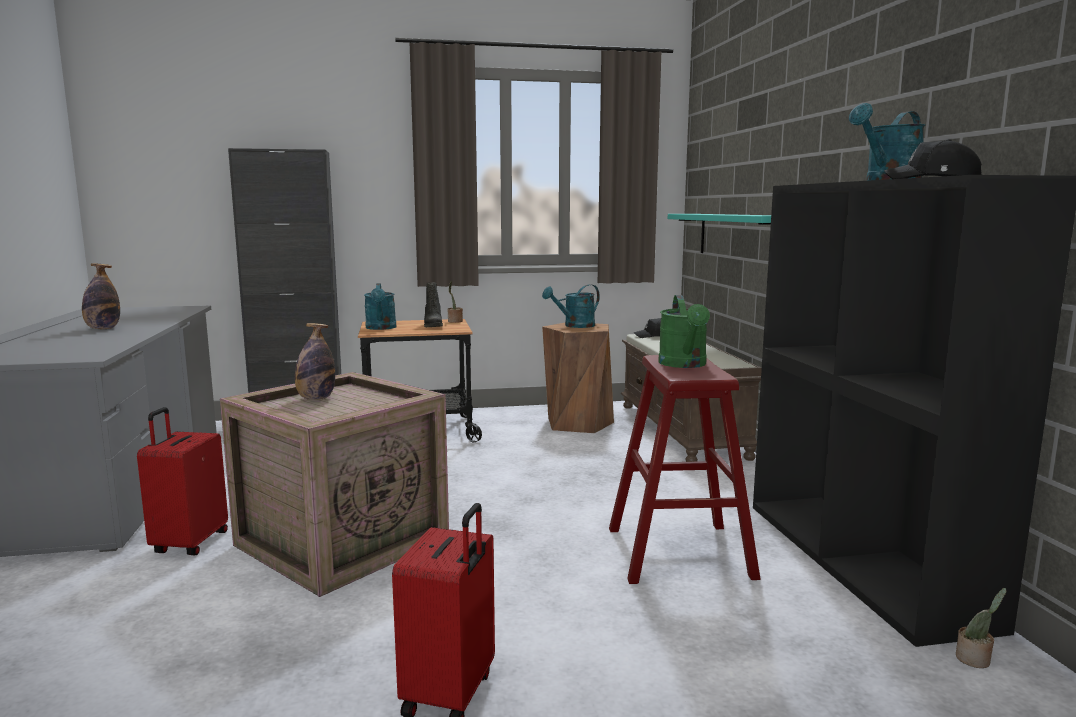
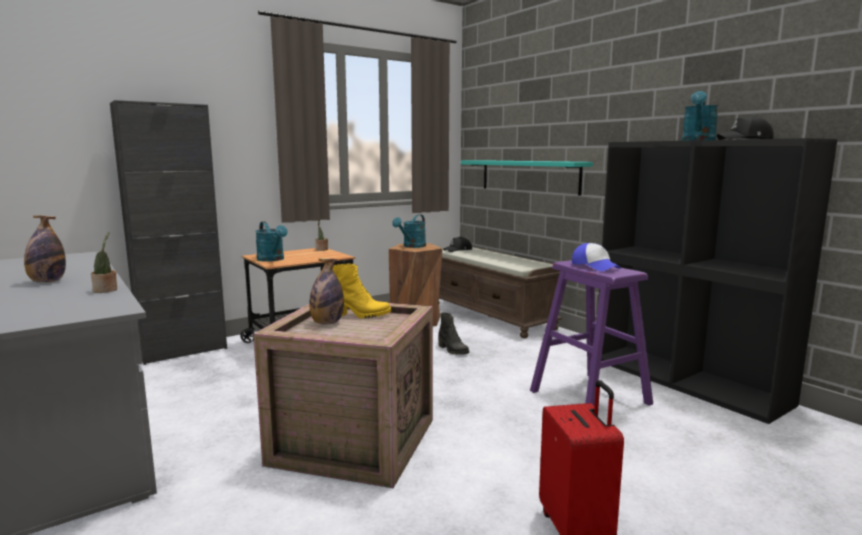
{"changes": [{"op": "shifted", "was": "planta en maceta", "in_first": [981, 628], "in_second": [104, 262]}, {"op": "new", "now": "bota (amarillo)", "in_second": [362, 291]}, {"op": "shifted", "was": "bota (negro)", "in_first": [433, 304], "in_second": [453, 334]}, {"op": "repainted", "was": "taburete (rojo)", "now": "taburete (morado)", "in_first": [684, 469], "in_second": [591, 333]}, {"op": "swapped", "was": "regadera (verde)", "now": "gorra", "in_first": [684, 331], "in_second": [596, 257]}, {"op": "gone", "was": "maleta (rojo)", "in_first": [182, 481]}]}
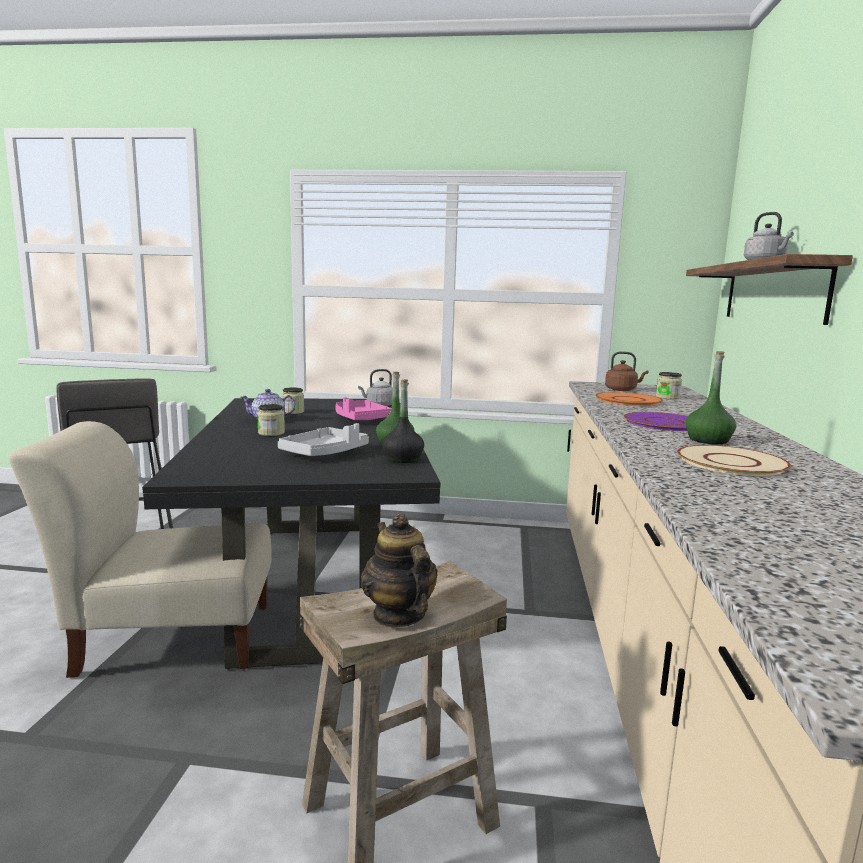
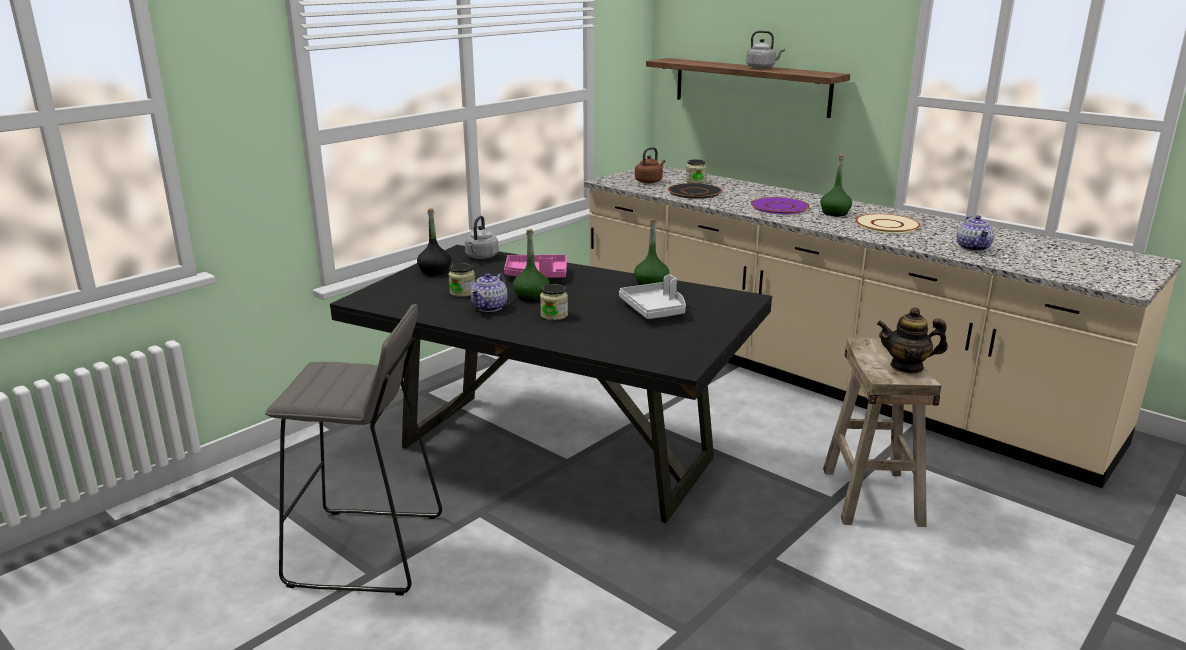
{"changes": [{"op": "shifted", "was": "botella (negro)", "in_first": [403, 421], "in_second": [434, 242]}, {"op": "new", "now": "botella (verde)", "in_second": [531, 265]}, {"op": "repainted", "was": "plato (naranja)", "now": "plato (negro)", "in_first": [629, 399], "in_second": [695, 191]}, {"op": "new", "now": "tetera", "in_second": [975, 233]}, {"op": "gone", "was": "silla (beis)", "in_first": [140, 549]}]}
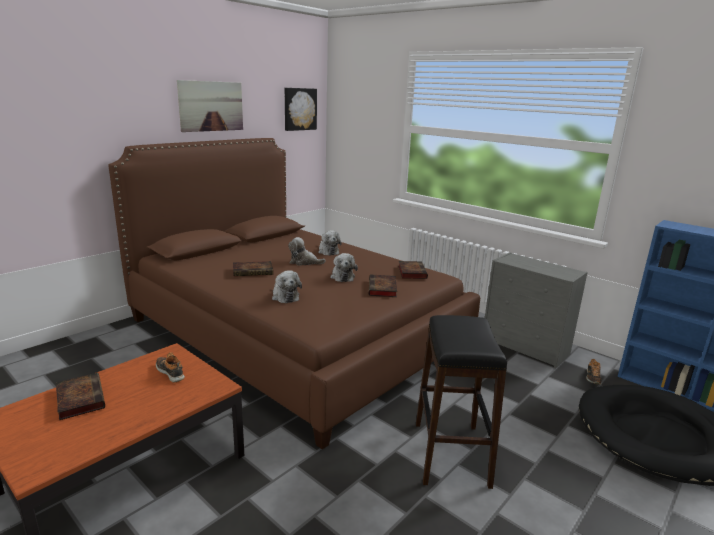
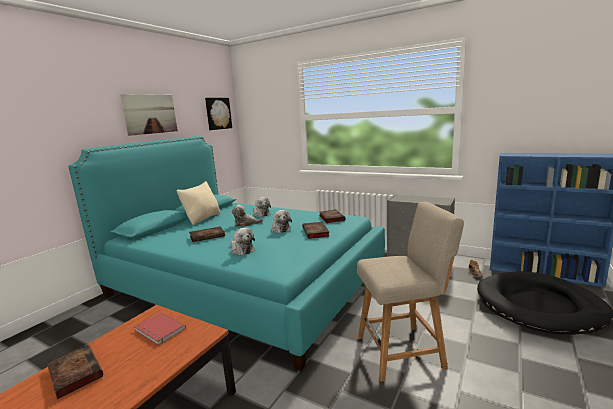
{"changes": [{"op": "repainted", "was": "cama (marrón)", "now": "cama (turquesa)", "in_first": [294, 294], "in_second": [226, 253]}, {"op": "swapped", "was": "zapato", "now": "libro (rojo)", "in_first": [170, 367], "in_second": [160, 328]}, {"op": "new", "now": "cojín (beis)", "in_second": [199, 203]}, {"op": "swapped", "was": "taburete (negro)", "now": "silla (beis)", "in_first": [461, 402], "in_second": [410, 292]}]}
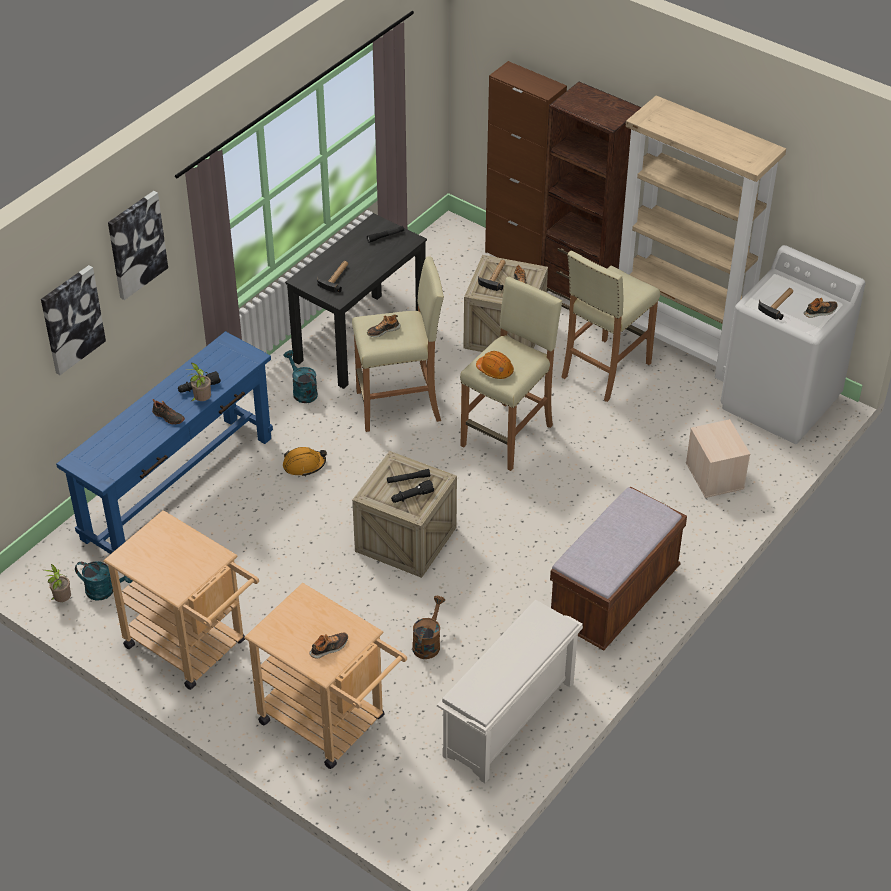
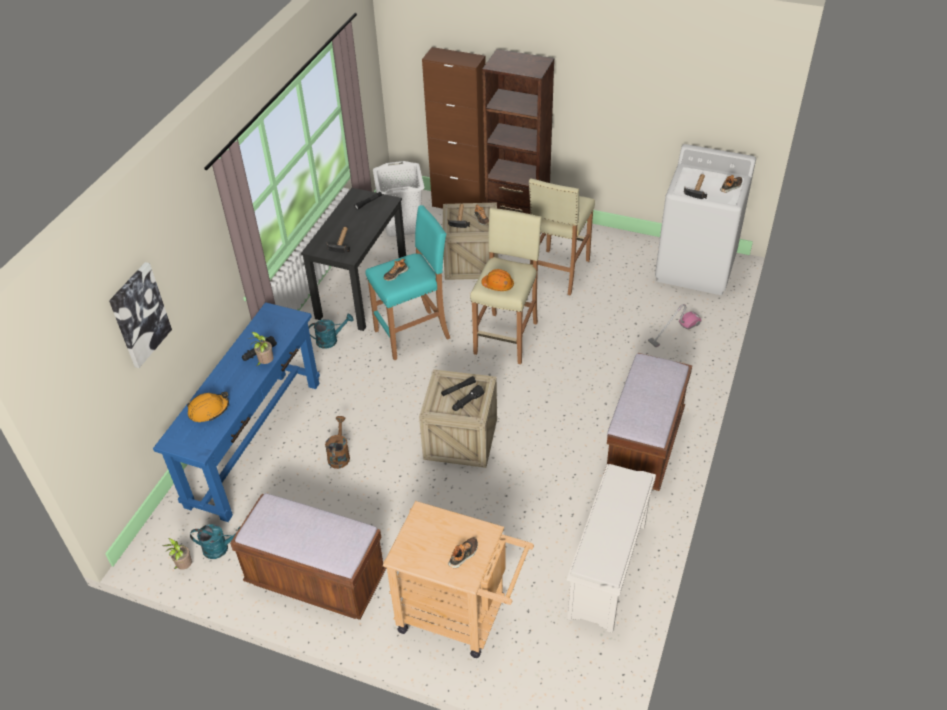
{"changes": [{"op": "shifted", "was": "casco (naranja)", "in_first": [305, 461], "in_second": [208, 407]}, {"op": "swapped", "was": "carrito (beis)", "now": "banco (marrón)", "in_first": [181, 600], "in_second": [308, 556]}, {"op": "rotated", "was": "regadera (turquesa)", "in_first": [300, 376], "in_second": [331, 331], "clockwise": 120}, {"op": "shifted", "was": "regadera (marrón)", "in_first": [428, 627], "in_second": [337, 442]}, {"op": "repainted", "was": "taburete (beis)", "now": "taburete (turquesa)", "in_first": [398, 344], "in_second": [408, 282]}, {"op": "new", "now": "cesto de la ropa (blanco)", "in_second": [398, 199]}, {"op": "swapped", "was": "caja de almacenaje (beis)", "now": "aspiradora", "in_first": [718, 458], "in_second": [675, 325]}, {"op": "gone", "was": "cuadro", "in_first": [138, 245]}, {"op": "gone", "was": "zapato (negro)", "in_first": [168, 412]}, {"op": "gone", "was": "estantería (beis)", "in_first": [702, 238]}]}
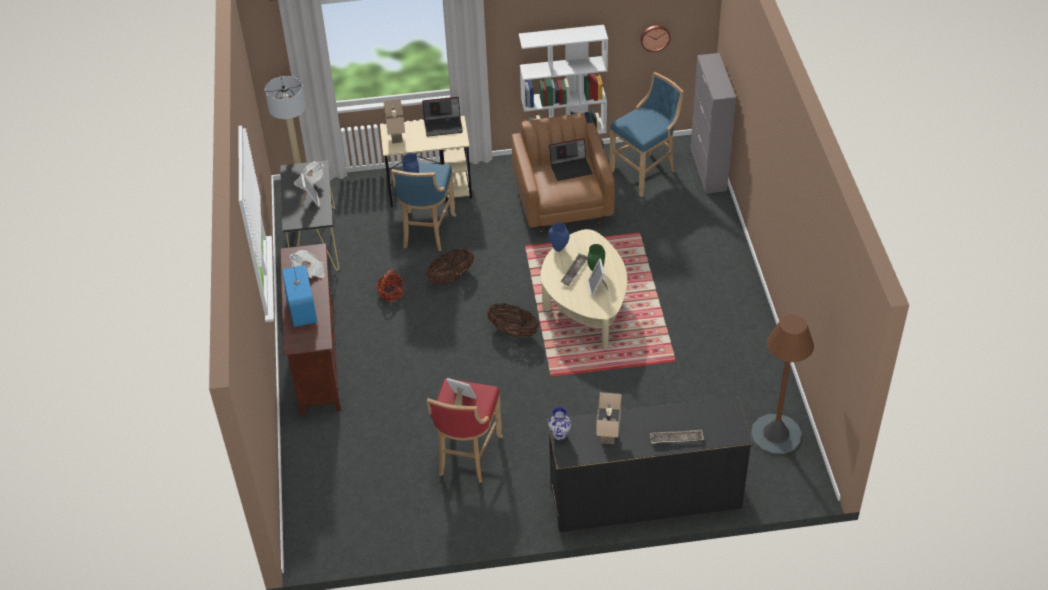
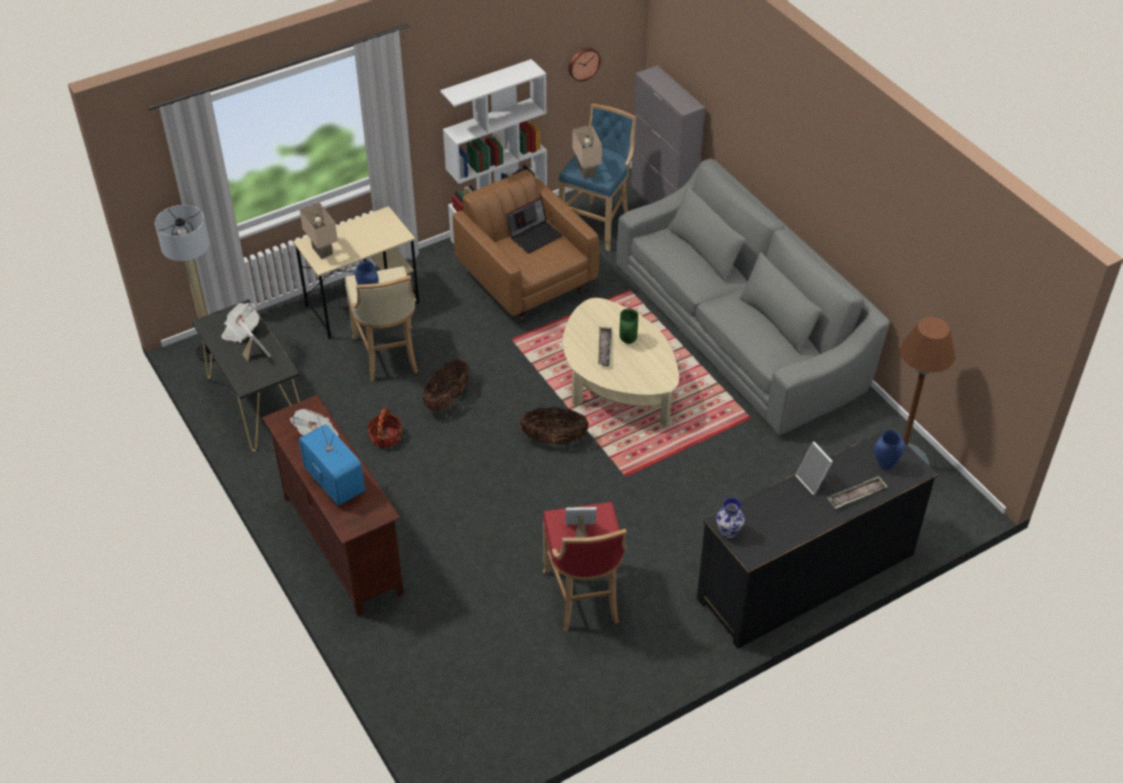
{"changes": [{"op": "repainted", "was": "taburete (azul)", "now": "taburete (beis)", "in_first": [423, 207], "in_second": [381, 323]}, {"op": "shifted", "was": "lámpara de mesa (beis)", "in_first": [609, 418], "in_second": [587, 151]}, {"op": "new", "now": "sofá (gris)", "in_second": [753, 297]}, {"op": "shifted", "was": "portarretratos", "in_first": [598, 278], "in_second": [814, 468]}, {"op": "shifted", "was": "florero (azul)", "in_first": [559, 237], "in_second": [889, 450]}, {"op": "gone", "was": "portátil", "in_first": [442, 117]}]}
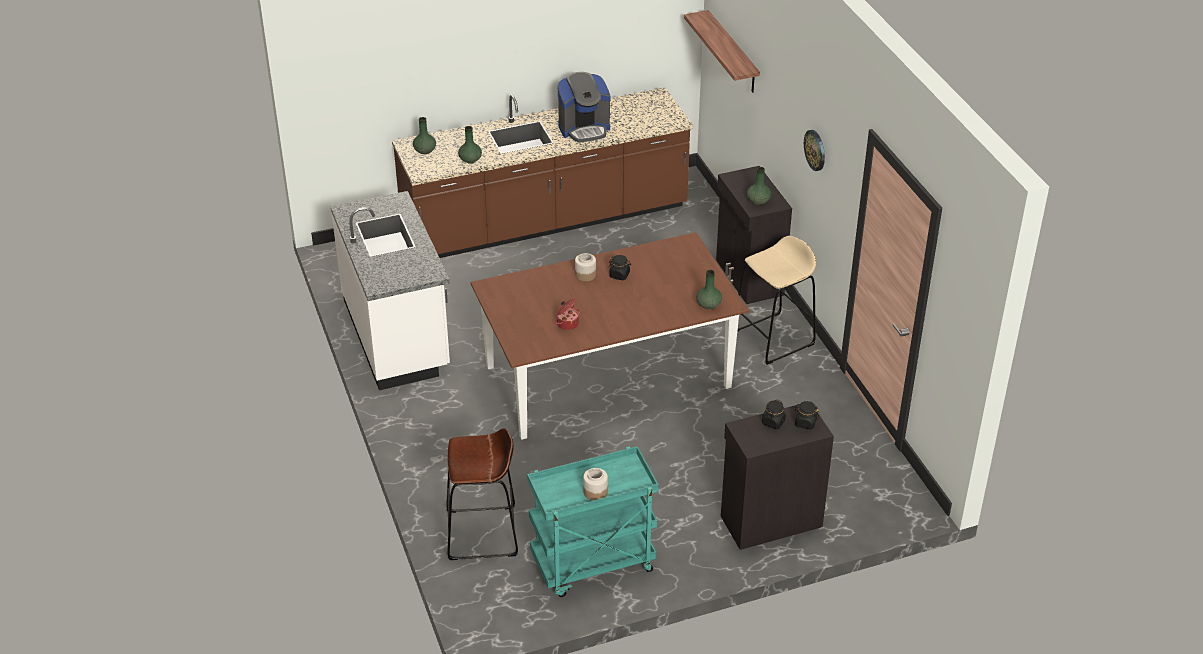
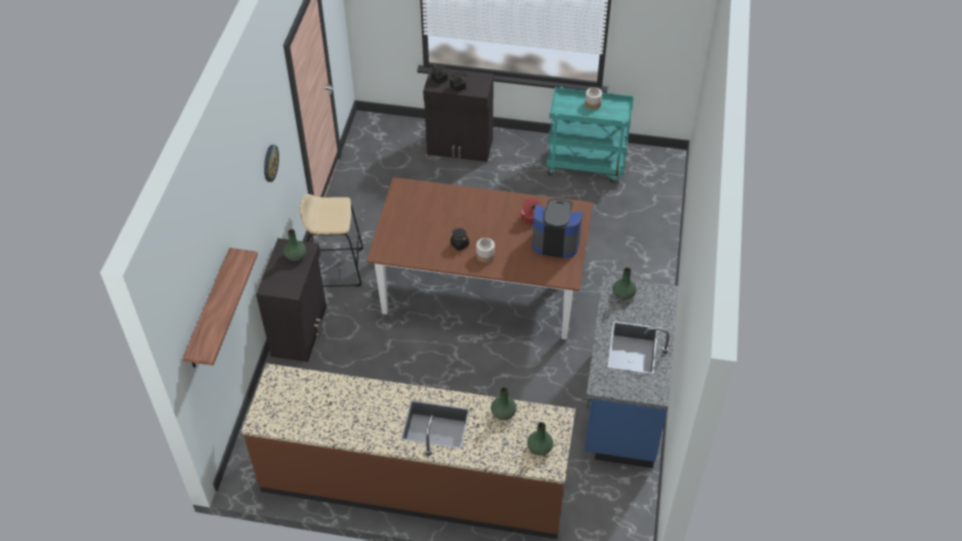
{"changes": [{"op": "shifted", "was": "cafetera", "in_first": [584, 107], "in_second": [557, 228]}, {"op": "repainted", "was": "mueble bajo de cocina (blanco)", "now": "mueble bajo de cocina (azul)", "in_first": [390, 290], "in_second": [631, 372]}, {"op": "shifted", "was": "florero (verde)", "in_first": [709, 289], "in_second": [624, 283]}, {"op": "gone", "was": "taburete (marrón)", "in_first": [482, 494]}]}
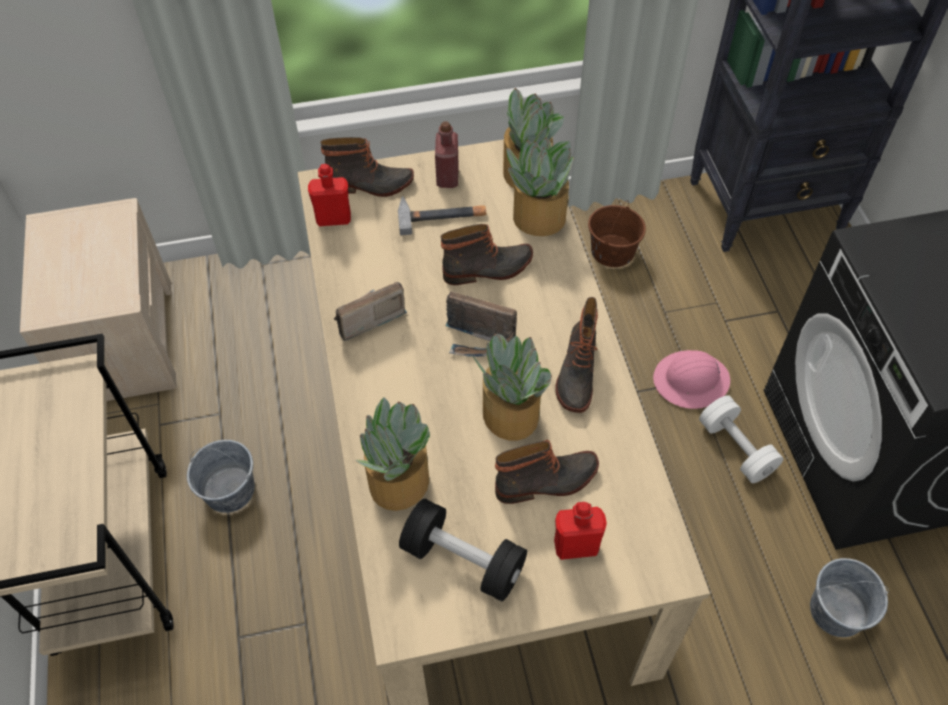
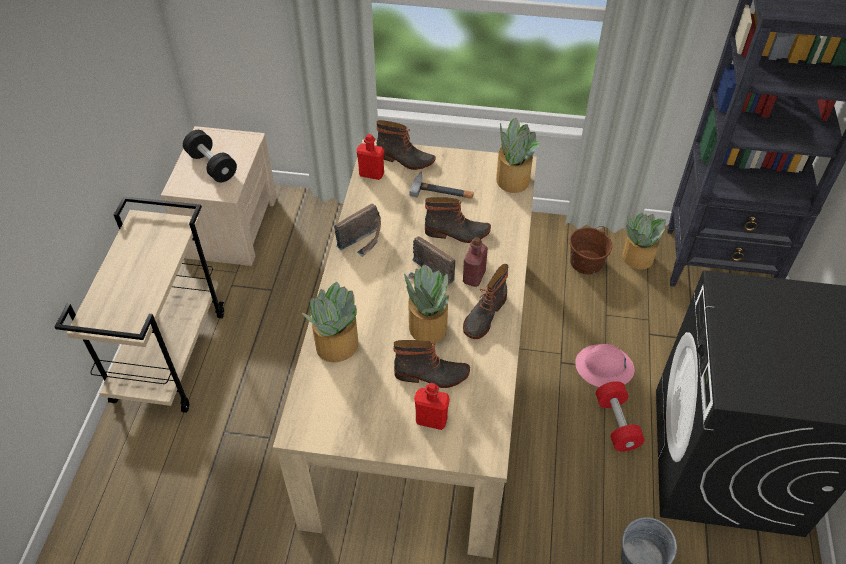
{"changes": [{"op": "shifted", "was": "mancuerna (negro)", "in_first": [463, 550], "in_second": [210, 156]}, {"op": "rotated", "was": "radio", "in_first": [370, 311], "in_second": [357, 230], "clockwise": 150}, {"op": "shifted", "was": "botella (rojo)", "in_first": [447, 155], "in_second": [475, 262]}, {"op": "repainted", "was": "mancuerna (blanco)", "now": "mancuerna (rojo)", "in_first": [741, 439], "in_second": [620, 416]}, {"op": "shifted", "was": "planta en maceta", "in_first": [540, 187], "in_second": [644, 240]}, {"op": "gone", "was": "cubo (gris)", "in_first": [221, 476]}]}
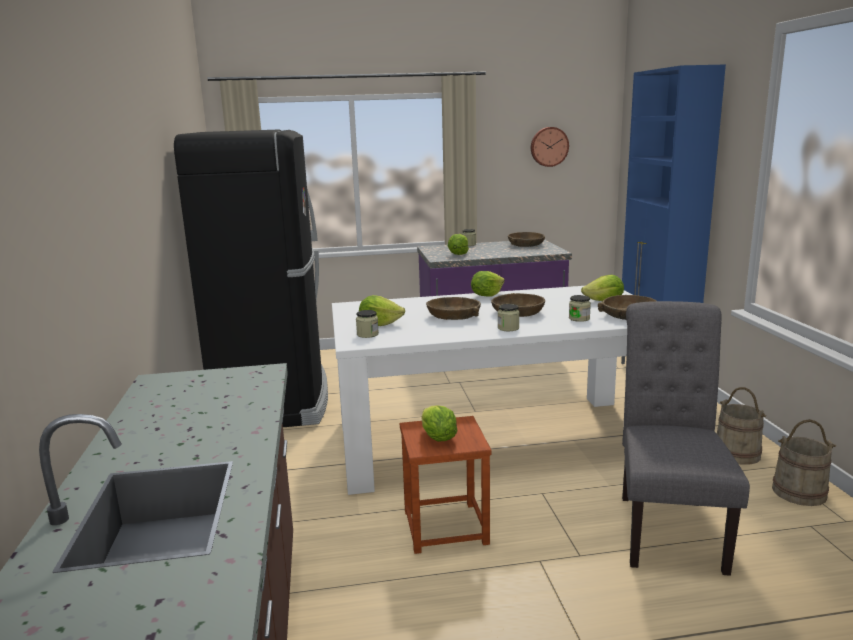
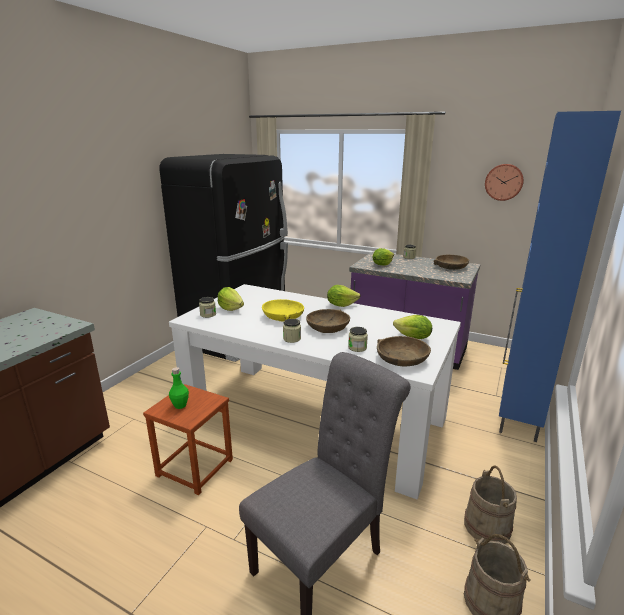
{"changes": [{"op": "swapped", "was": "lechuga", "now": "botella (verde)", "in_first": [439, 423], "in_second": [179, 388]}, {"op": "repainted", "was": "cuenco (marrón)", "now": "cuenco (amarillo)", "in_first": [453, 308], "in_second": [283, 310]}]}
